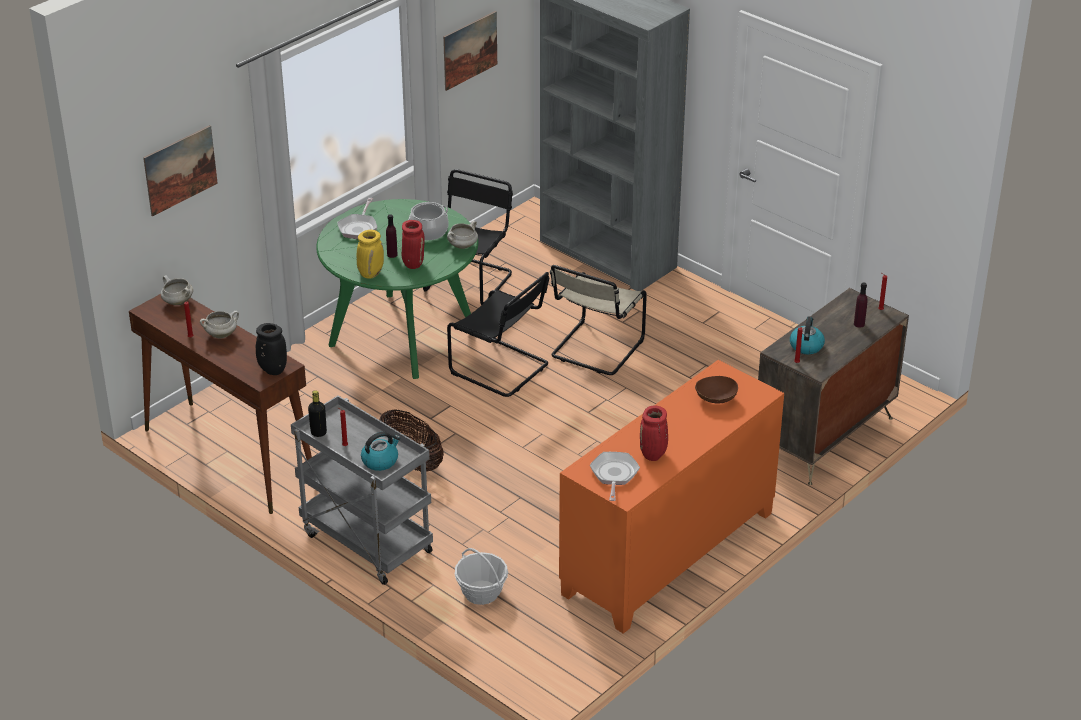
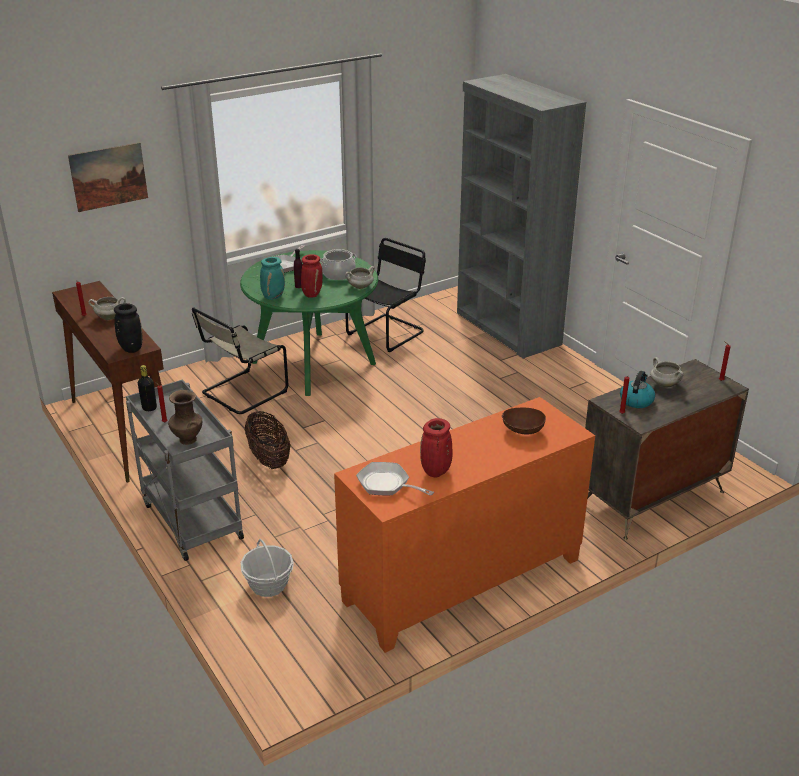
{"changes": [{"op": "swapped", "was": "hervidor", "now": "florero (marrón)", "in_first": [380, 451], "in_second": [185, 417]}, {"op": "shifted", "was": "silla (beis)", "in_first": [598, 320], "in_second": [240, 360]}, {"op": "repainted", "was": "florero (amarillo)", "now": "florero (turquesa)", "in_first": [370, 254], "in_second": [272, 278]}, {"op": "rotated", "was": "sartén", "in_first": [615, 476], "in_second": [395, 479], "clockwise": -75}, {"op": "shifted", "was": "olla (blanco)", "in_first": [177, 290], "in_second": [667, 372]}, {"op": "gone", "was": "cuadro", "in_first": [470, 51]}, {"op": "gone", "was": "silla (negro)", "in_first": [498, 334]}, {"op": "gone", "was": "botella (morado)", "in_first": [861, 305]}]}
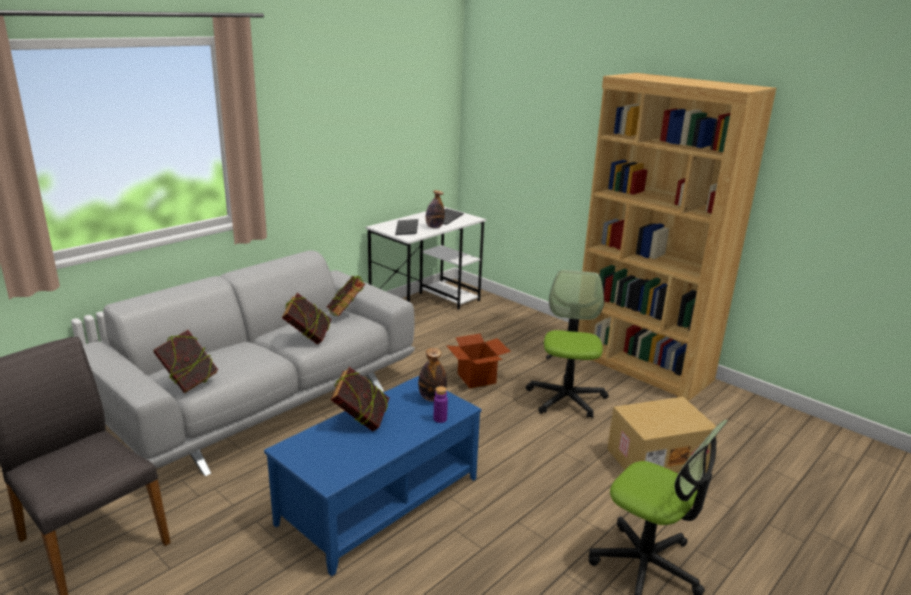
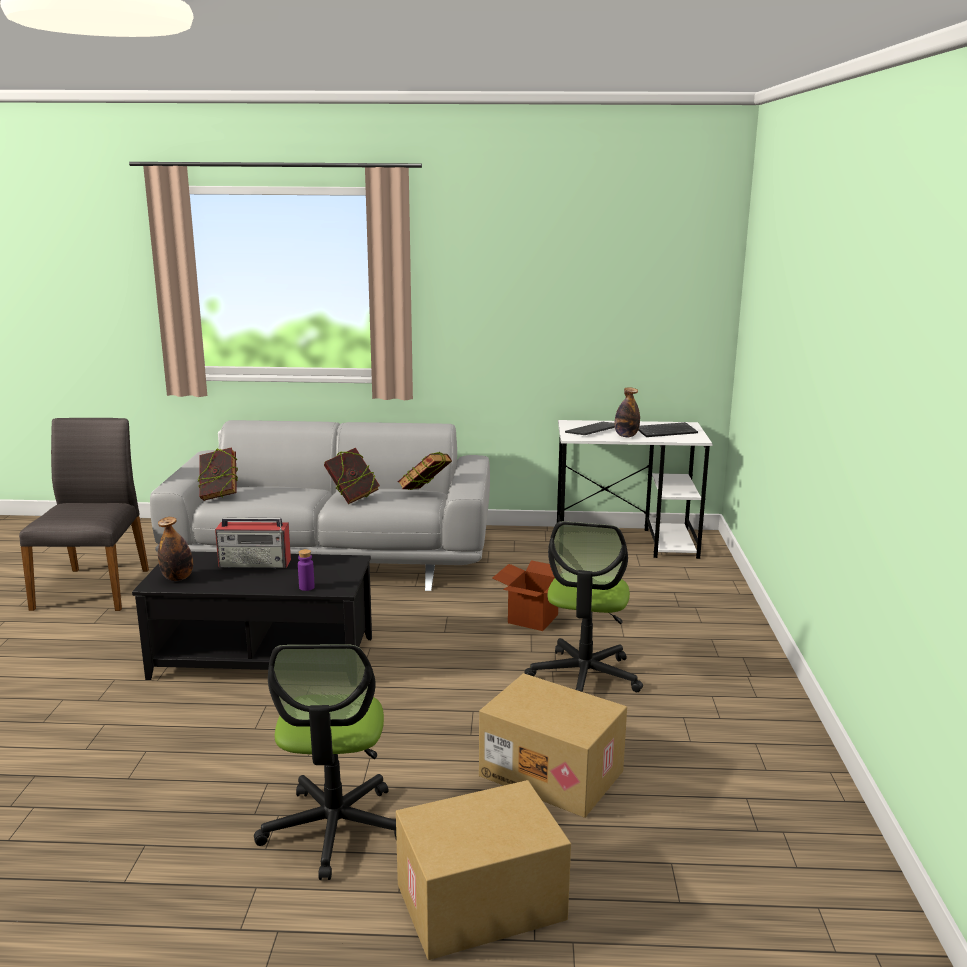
{"changes": [{"op": "repainted", "was": "mesa de centro (azul)", "now": "mesa de centro (negro)", "in_first": [372, 476], "in_second": [252, 616]}, {"op": "shifted", "was": "botella", "in_first": [432, 375], "in_second": [175, 549]}, {"op": "swapped", "was": "libro", "now": "radio", "in_first": [360, 399], "in_second": [253, 542]}, {"op": "new", "now": "caja de cartón", "in_second": [483, 870]}, {"op": "rotated", "was": "silla de oficina", "in_first": [567, 344], "in_second": [583, 606], "clockwise": 135}, {"op": "gone", "was": "estantería (marrón)", "in_first": [677, 237]}]}
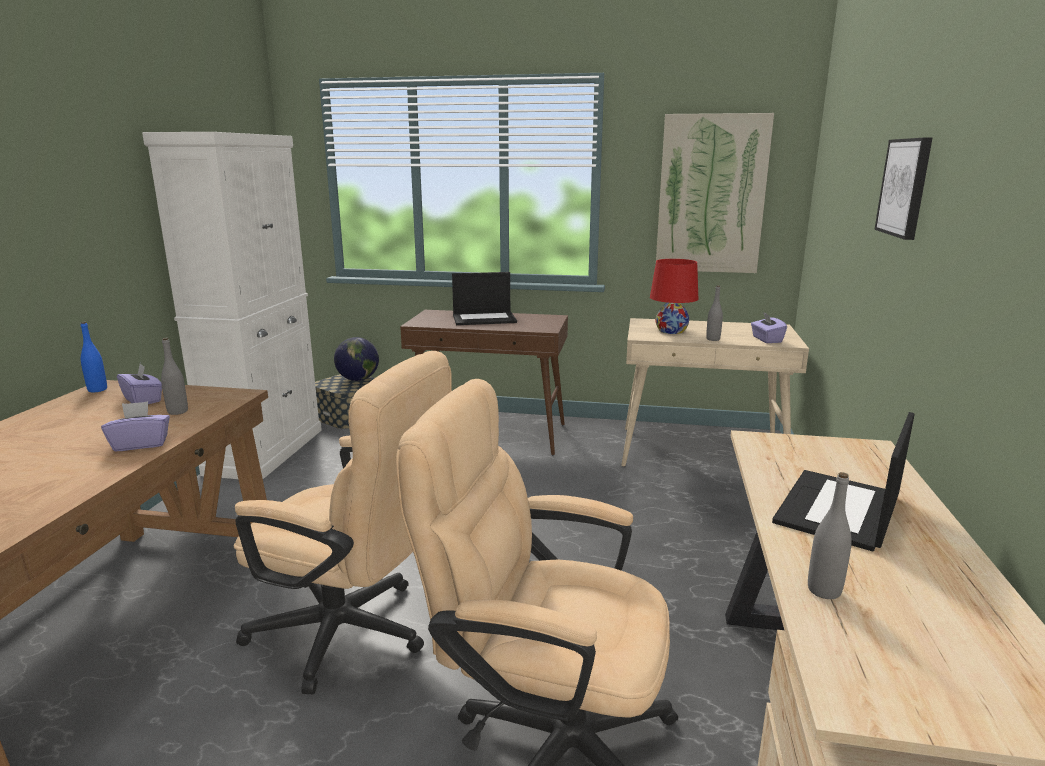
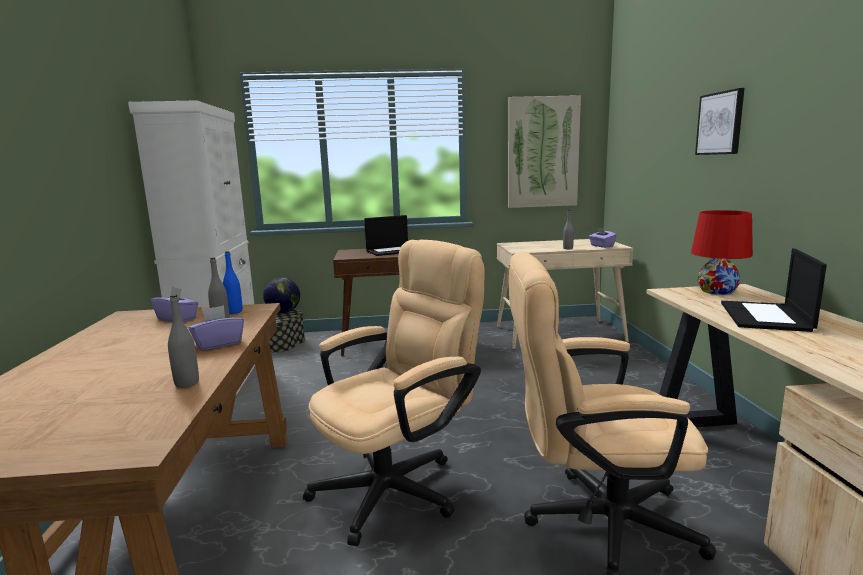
{"changes": [{"op": "shifted", "was": "botella (gris)", "in_first": [830, 535], "in_second": [183, 341]}, {"op": "shifted", "was": "botella (azul)", "in_first": [93, 357], "in_second": [233, 282]}, {"op": "rotated", "was": "silla de oficina (beis)", "in_first": [343, 522], "in_second": [393, 393], "clockwise": -45}, {"op": "shifted", "was": "lámpara de mesa (rojo)", "in_first": [674, 296], "in_second": [722, 252]}]}
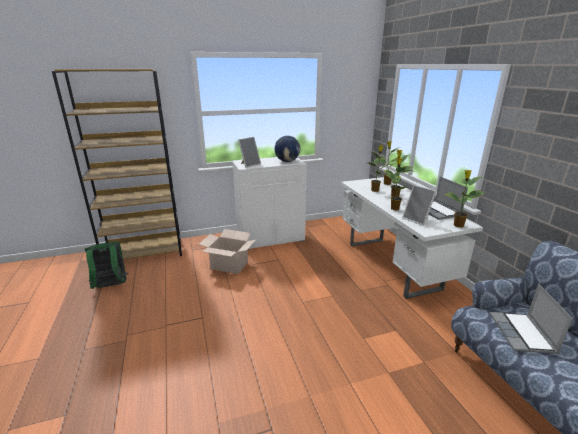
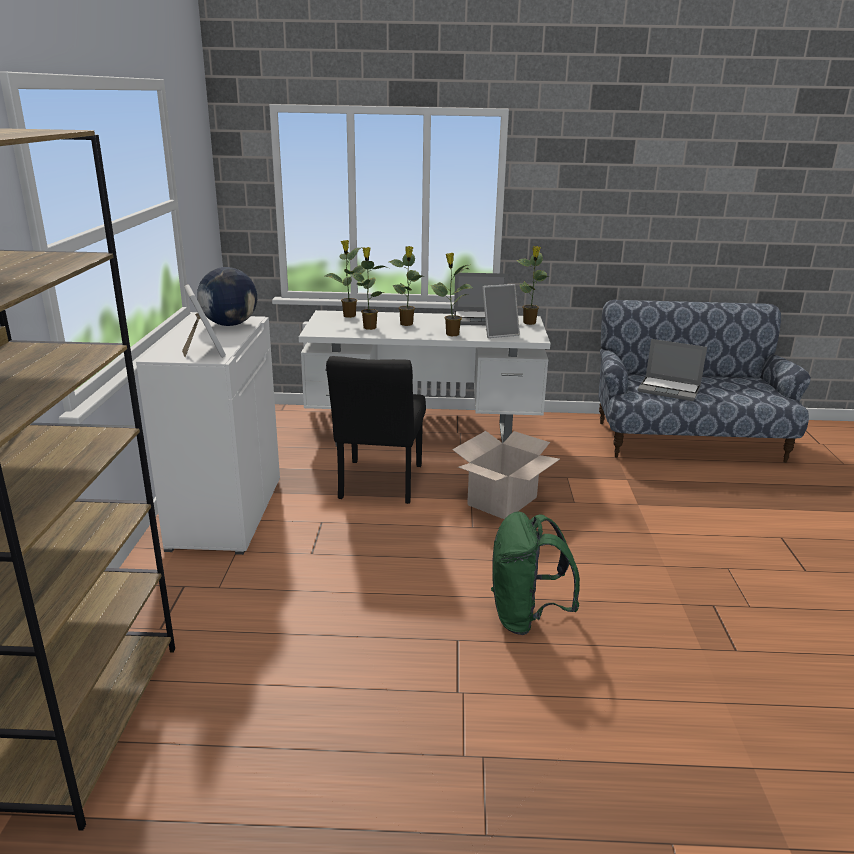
{"changes": [{"op": "new", "now": "silla (negro)", "in_second": [376, 430]}, {"op": "shifted", "was": "caja de cartón", "in_first": [227, 251], "in_second": [506, 475]}, {"op": "shifted", "was": "mochila (verde)", "in_first": [106, 265], "in_second": [535, 573]}]}
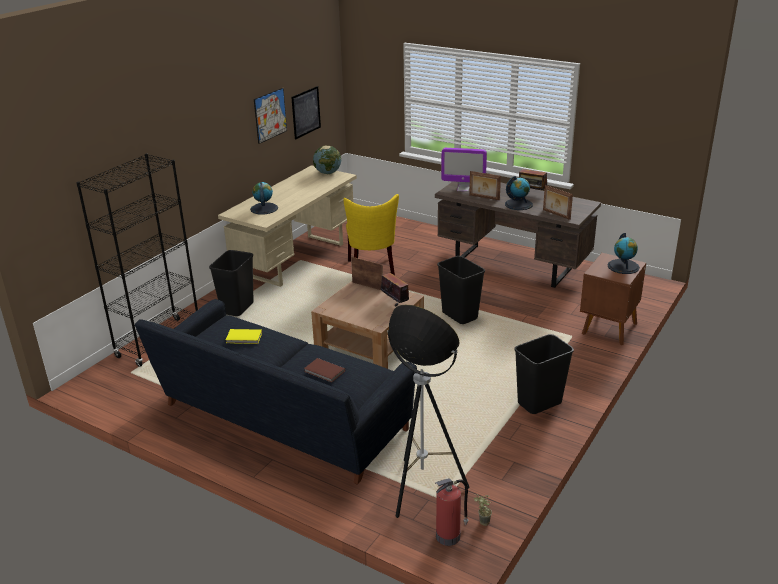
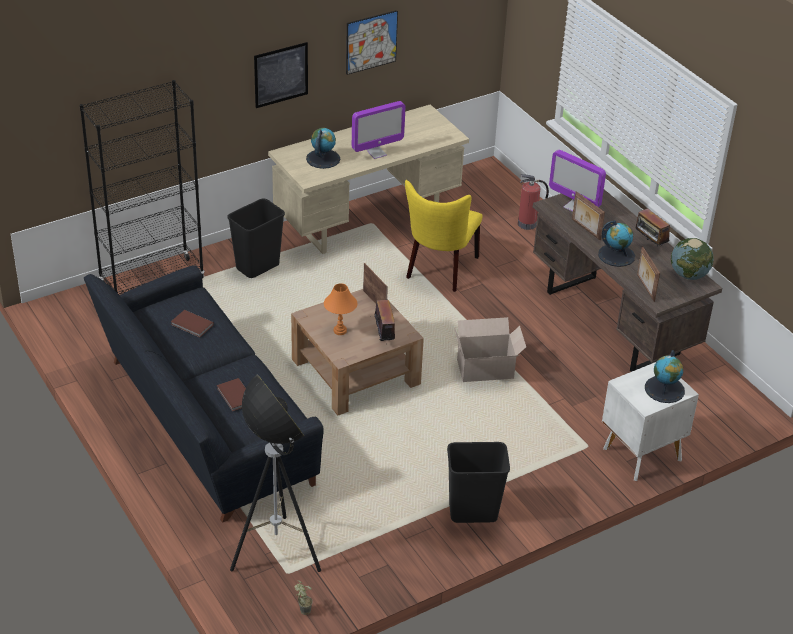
{"changes": [{"op": "repainted", "was": "libro (amarillo)", "now": "libro (marrón)", "in_first": [244, 336], "in_second": [192, 323]}, {"op": "shifted", "was": "cuadro", "in_first": [306, 112], "in_second": [281, 75]}, {"op": "new", "now": "lámpara de mesa (naranja)", "in_second": [341, 309]}, {"op": "new", "now": "monitor", "in_second": [378, 130]}, {"op": "swapped", "was": "papelera (negro)", "now": "caja de cartón", "in_first": [461, 290], "in_second": [490, 349]}, {"op": "shifted", "was": "extintor", "in_first": [451, 512], "in_second": [533, 202]}, {"op": "repainted", "was": "mesita de noche (marrón)", "now": "mesita de noche (blanco)", "in_first": [613, 299], "in_second": [650, 421]}, {"op": "shifted", "was": "globo terráqueo", "in_first": [327, 160], "in_second": [692, 259]}]}
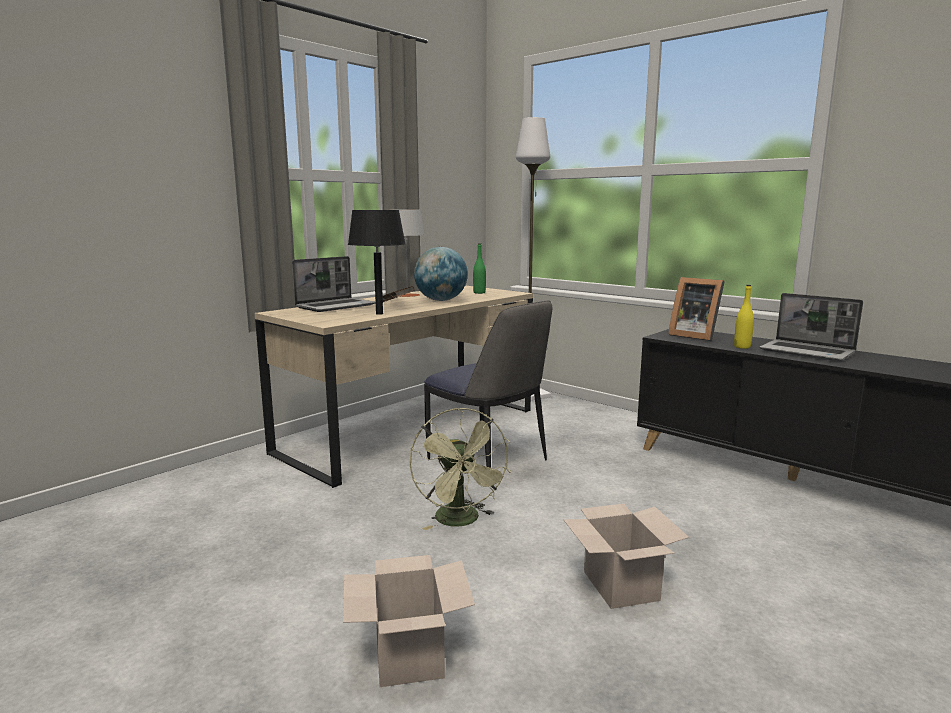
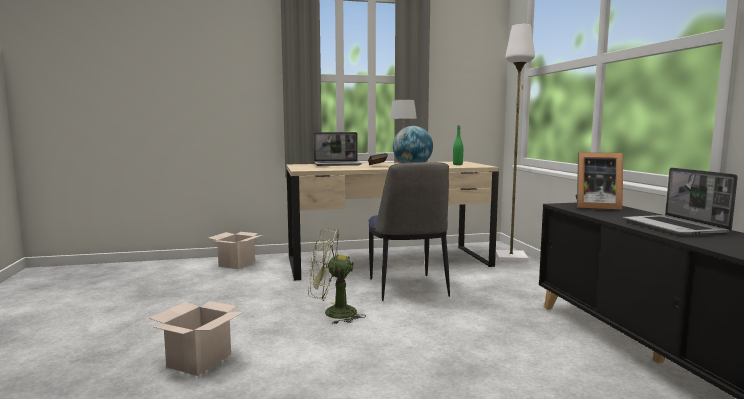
{"changes": [{"op": "shifted", "was": "caja de cartón", "in_first": [626, 556], "in_second": [236, 250]}, {"op": "rotated", "was": "ventilador (verde)", "in_first": [460, 468], "in_second": [337, 276], "clockwise": 75}, {"op": "rotated", "was": "portarretratos", "in_first": [696, 309], "in_second": [599, 181], "clockwise": -60}, {"op": "gone", "was": "lámpara de mesa (negro)", "in_first": [377, 262]}, {"op": "gone", "was": "botella (amarillo)", "in_first": [744, 317]}]}
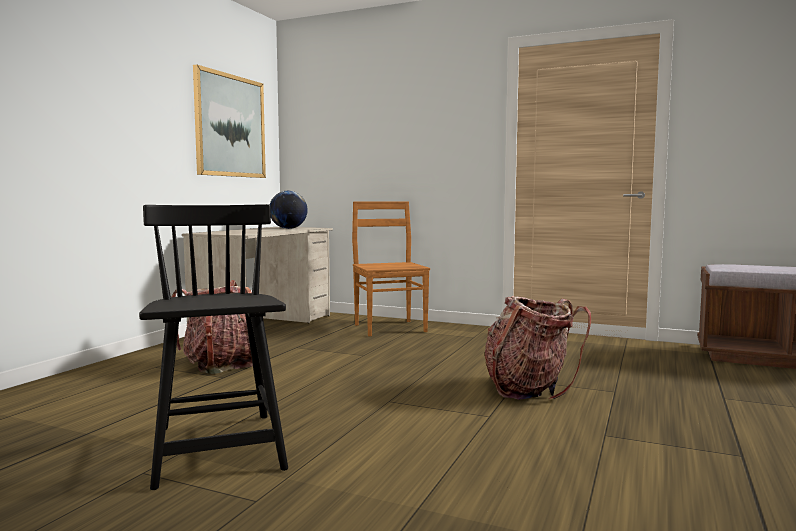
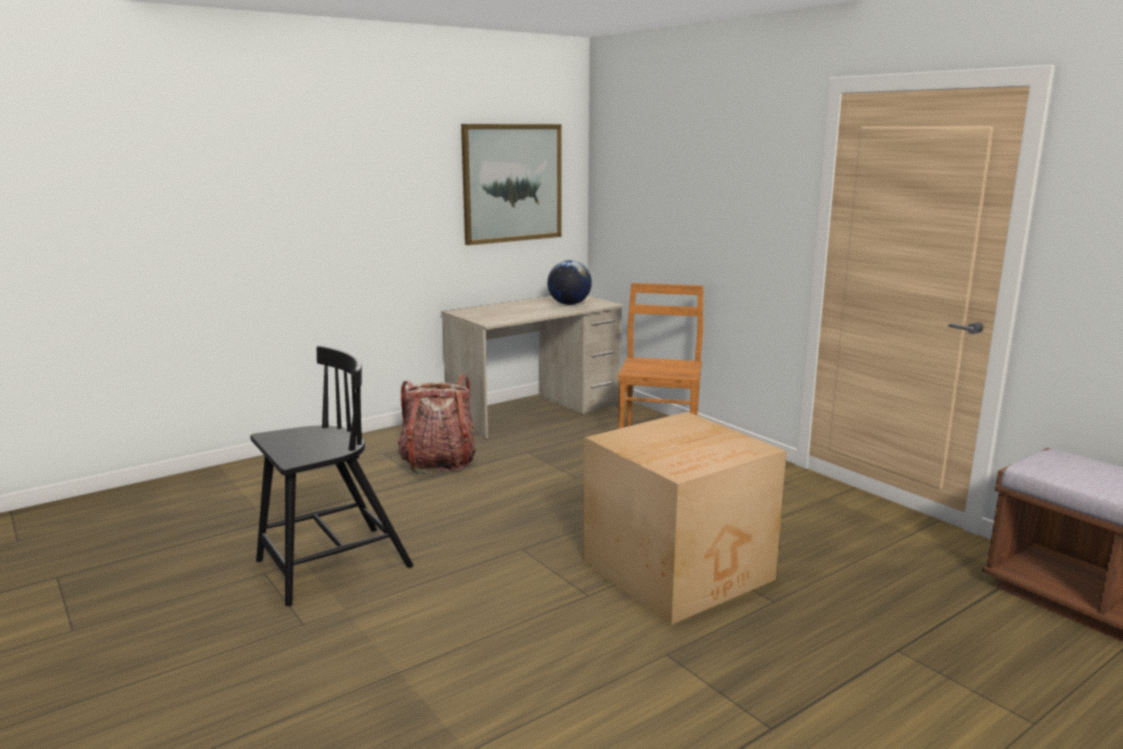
{"changes": [{"op": "rotated", "was": "silla (negro)", "in_first": [213, 347], "in_second": [331, 476], "clockwise": 45}, {"op": "swapped", "was": "mochila", "now": "caja de cartón", "in_first": [538, 348], "in_second": [685, 518]}]}
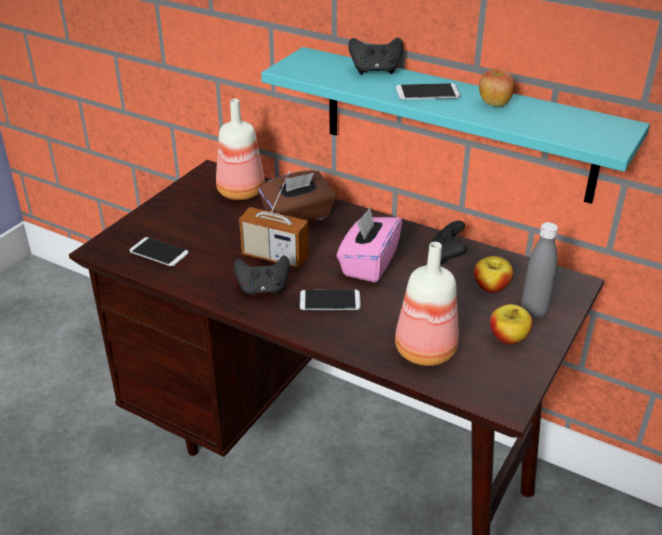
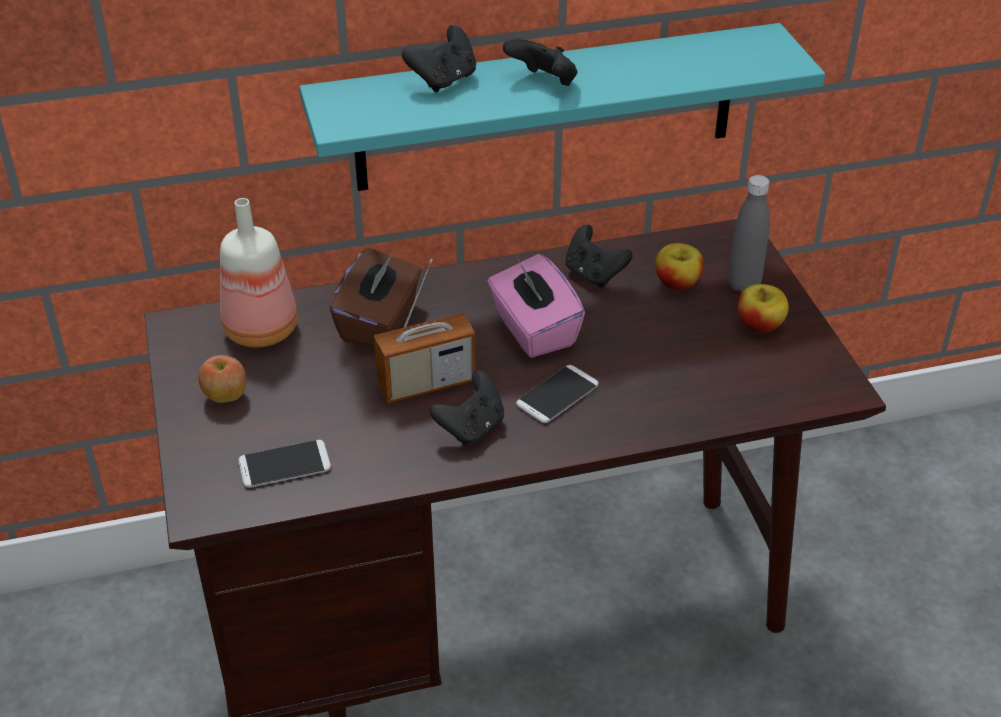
{"changes": [{"op": "shifted", "was": "manzana", "in_first": [497, 88], "in_second": [222, 379]}, {"op": "swapped", "was": "móvil", "now": "mando de consola (negro)", "in_first": [428, 91], "in_second": [540, 62]}, {"op": "gone", "was": "botella", "in_first": [427, 304]}]}
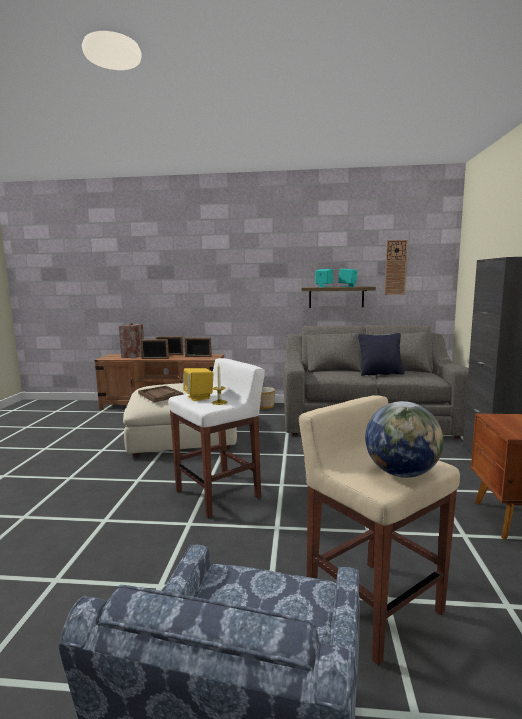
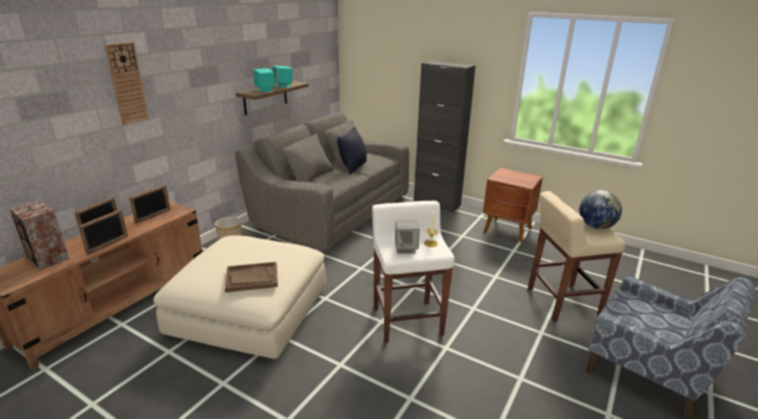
{"changes": [{"op": "shifted", "was": "reloj de pared", "in_first": [396, 267], "in_second": [127, 83]}, {"op": "repainted", "was": "altavoz (amarillo)", "now": "altavoz (gris)", "in_first": [198, 384], "in_second": [407, 237]}]}
